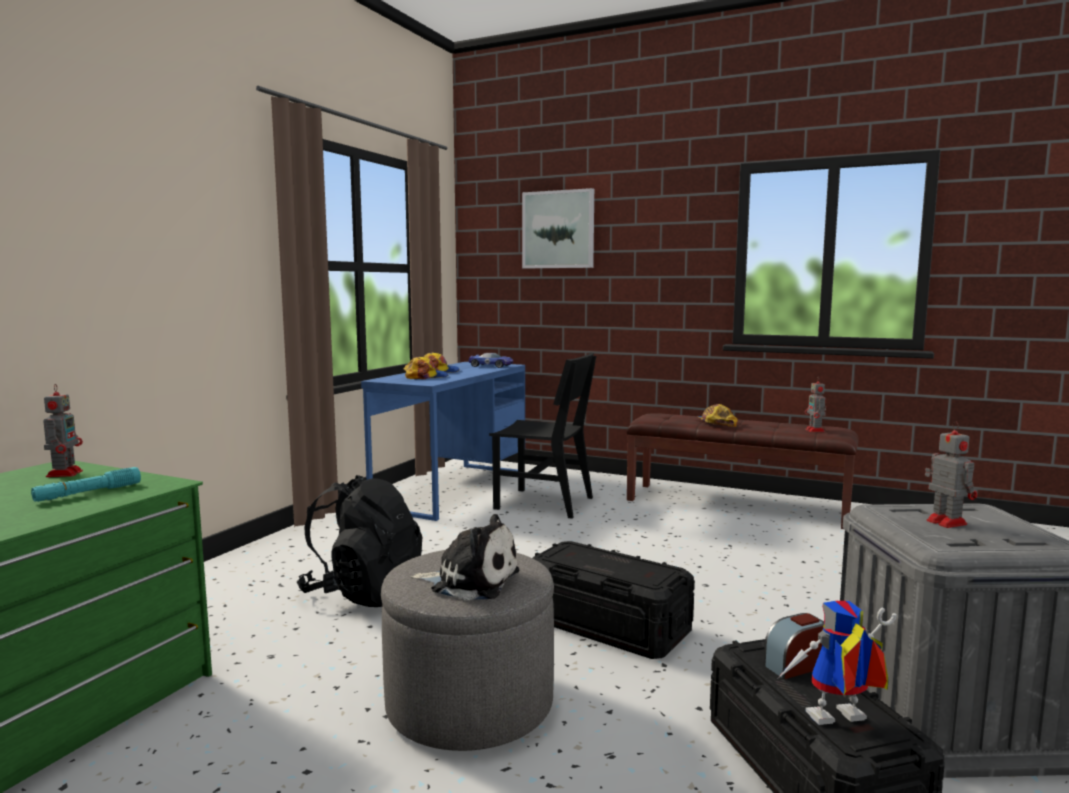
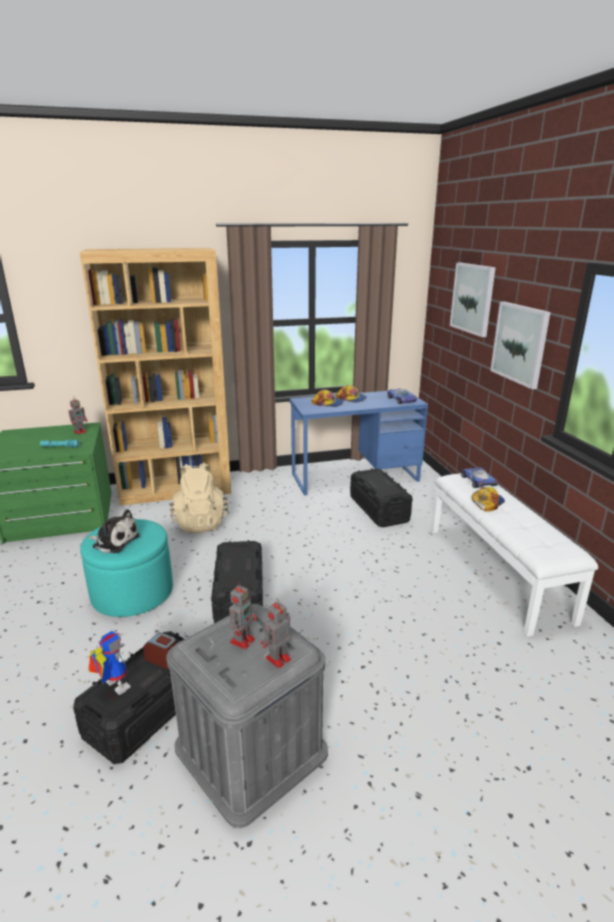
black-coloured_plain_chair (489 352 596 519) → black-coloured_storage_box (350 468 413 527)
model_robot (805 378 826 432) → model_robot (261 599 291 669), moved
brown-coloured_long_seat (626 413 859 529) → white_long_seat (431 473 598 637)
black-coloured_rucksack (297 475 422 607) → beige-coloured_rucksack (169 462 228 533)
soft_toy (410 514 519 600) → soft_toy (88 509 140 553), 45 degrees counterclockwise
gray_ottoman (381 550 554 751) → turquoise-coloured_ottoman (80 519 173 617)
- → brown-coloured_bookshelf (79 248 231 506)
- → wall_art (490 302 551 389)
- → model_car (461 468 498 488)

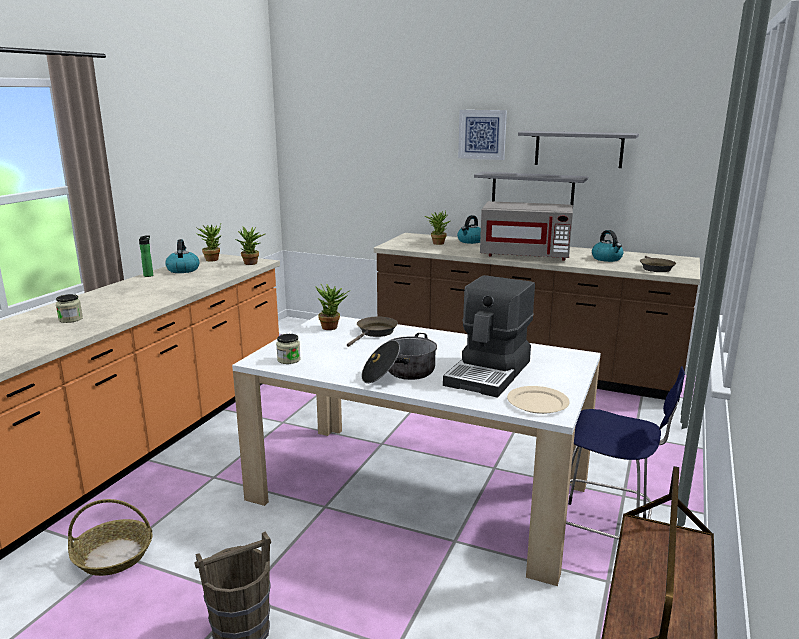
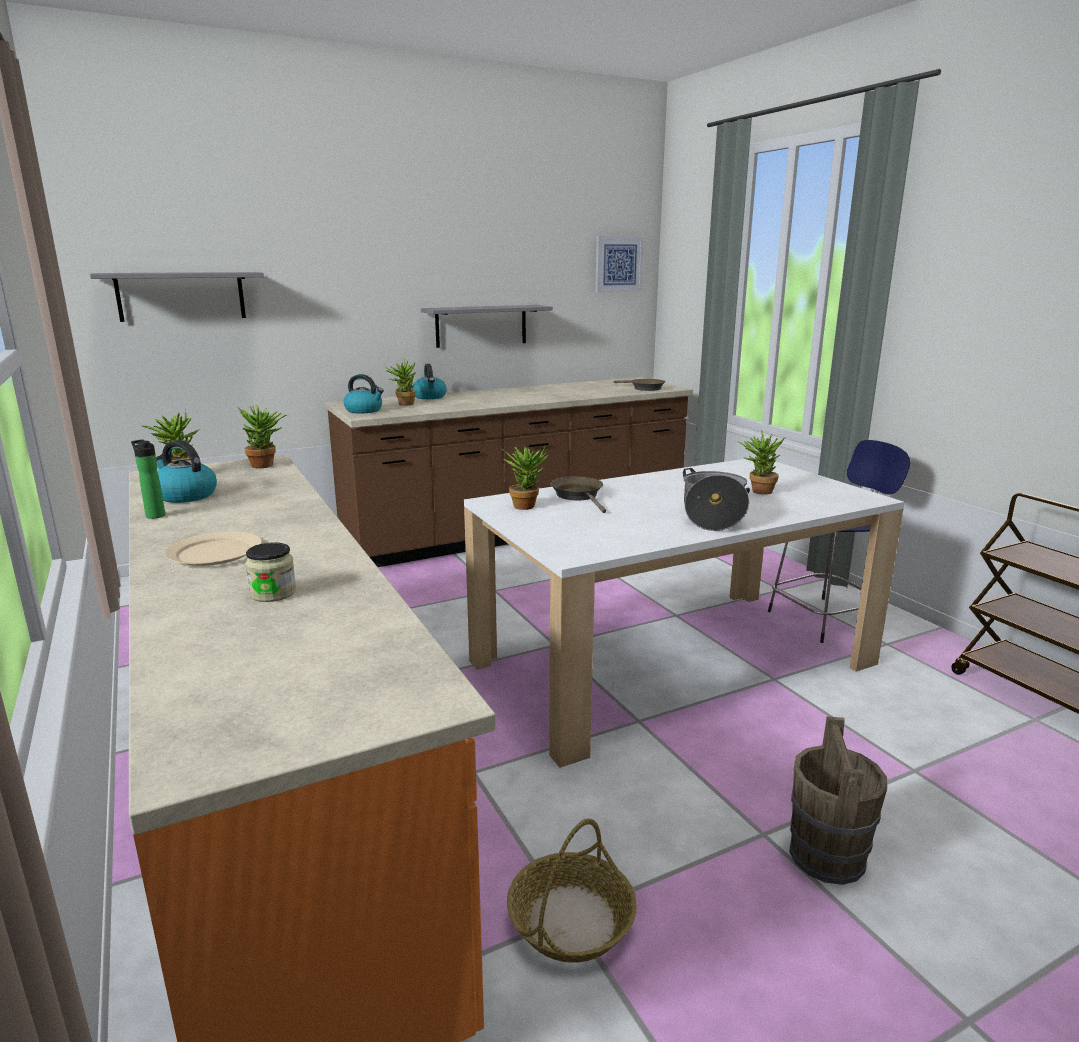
wall_art (458 110 507 160) → wall_art (595 236 644 293), moved
gray_bracket_shelf (518 131 639 168) → gray_bracket_shelf (90 272 264 322), moved
gray_microwave (480 201 573 261) → -
tea_kettle (592 230 624 262) → tea_kettle (344 374 384 413), moved
coffee_brewer (443 275 535 398) → potted_plant (738 431 785 495)
preserve_jar (276 334 301 364) → -
beige-coloured_flat_dish (507 386 570 414) → beige-coloured_flat_dish (165 531 262 566), moved

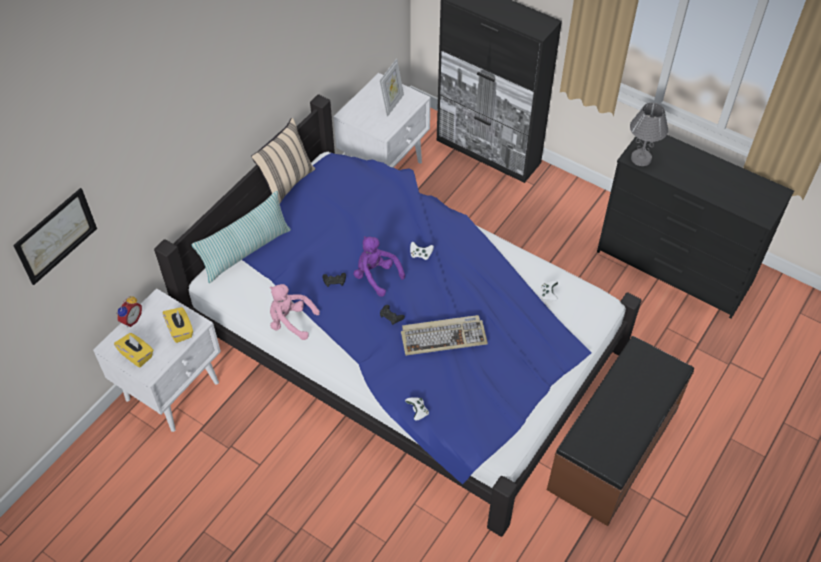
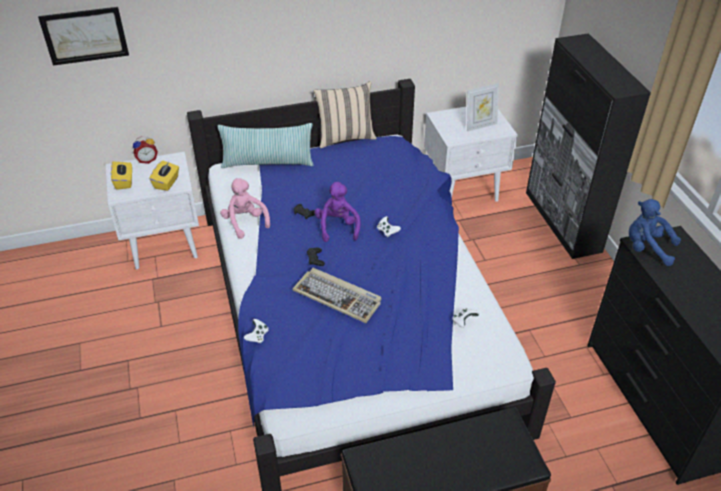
gray_table_lamp (630 103 668 166) → blue-coloured_soft_toy (629 199 681 266)

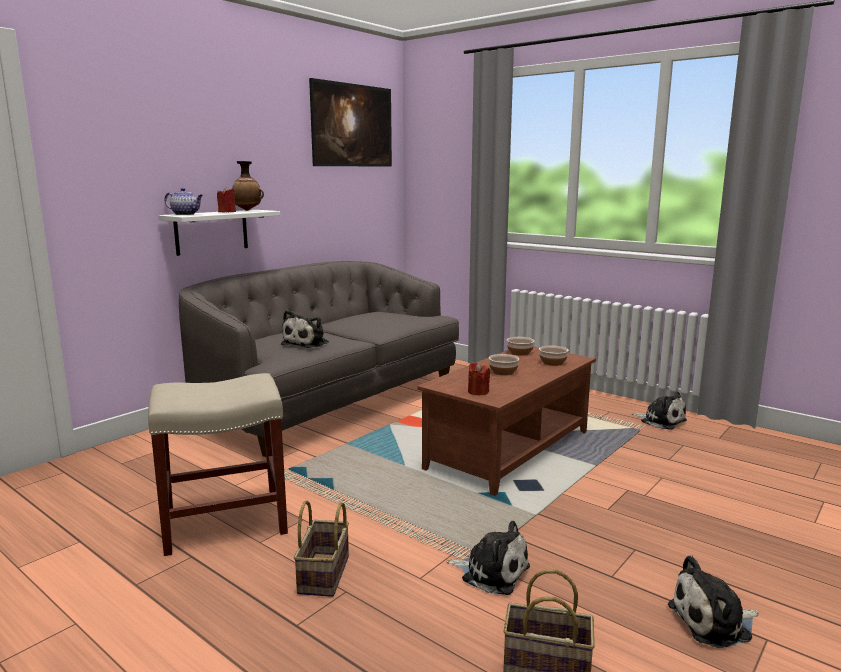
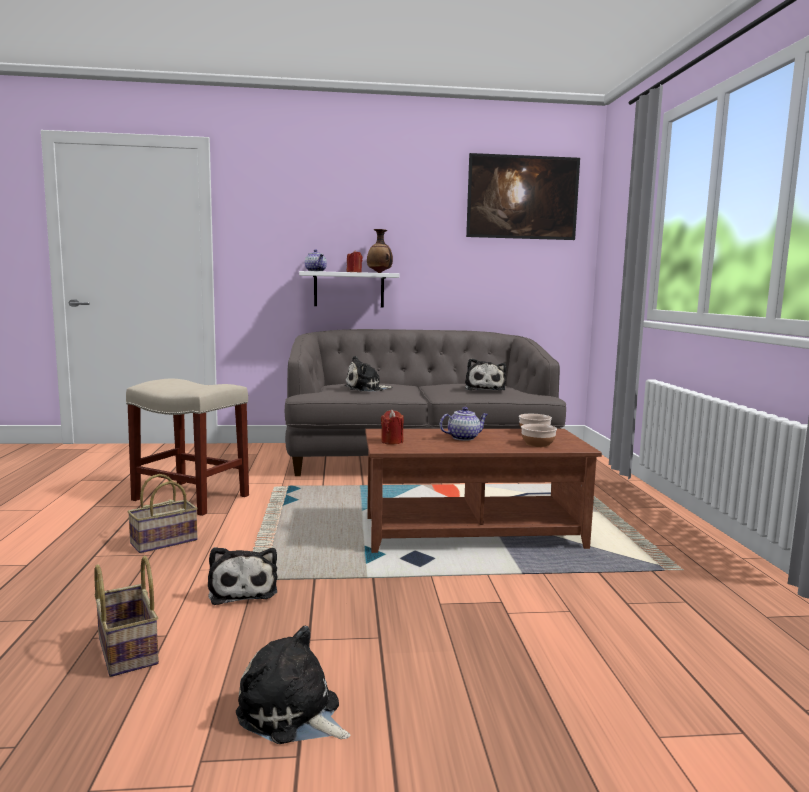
bowl (489 354 519 375) → teapot (440 407 488 441)
soft_toy (632 392 687 430) → soft_toy (465 358 506 390), moved

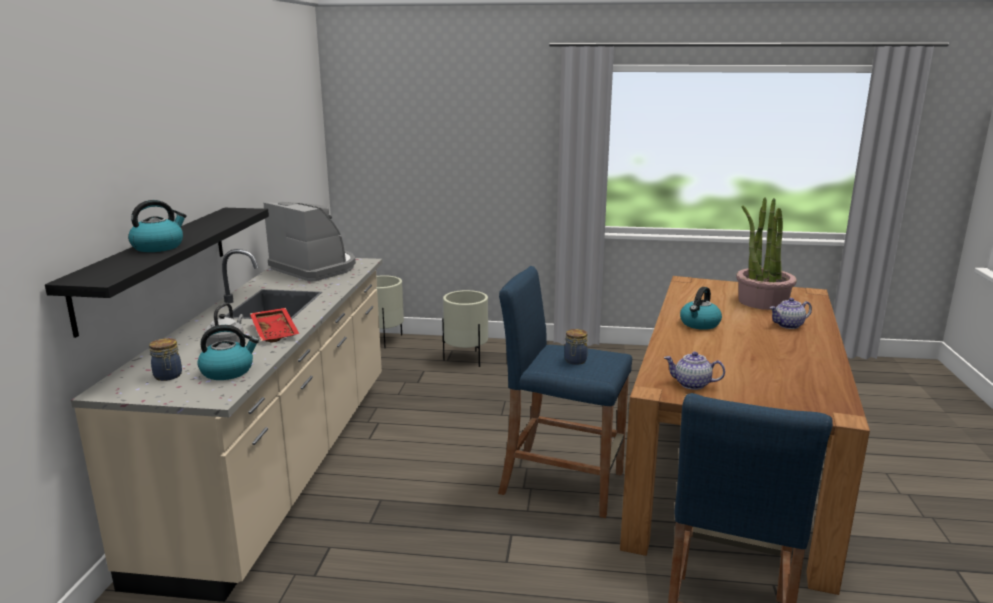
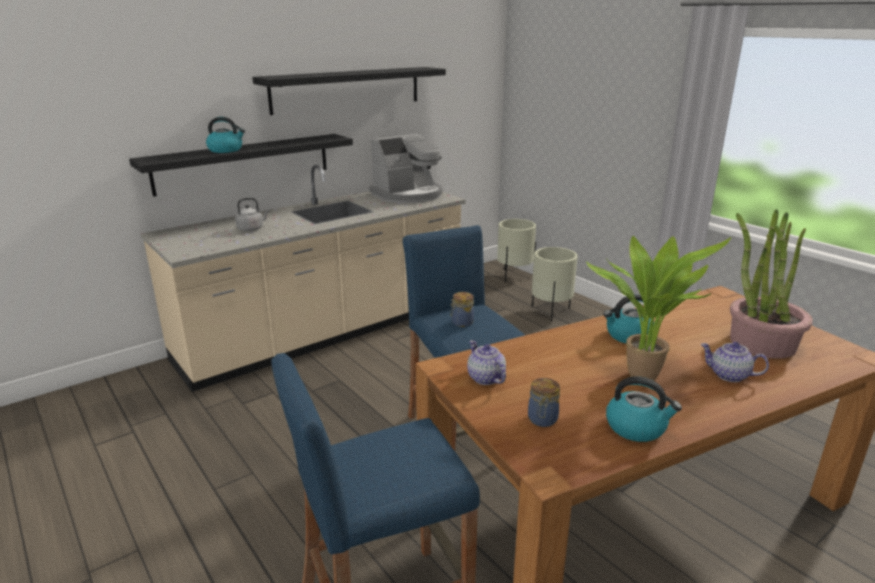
coffee_brewer (264 202 356 281) → coffee_brewer (369 134 443 203), 60 degrees clockwise
red-coloured_carrying_tray (250 308 299 343) → -
tea_kettle (197 325 259 380) → tea_kettle (606 376 682 442), moved
preserve_jar (149 338 182 381) → preserve_jar (528 378 560 427), moved
- → black-coloured_bracket_shelf (252 67 446 115)
- → potted_plant (586 236 731 381)

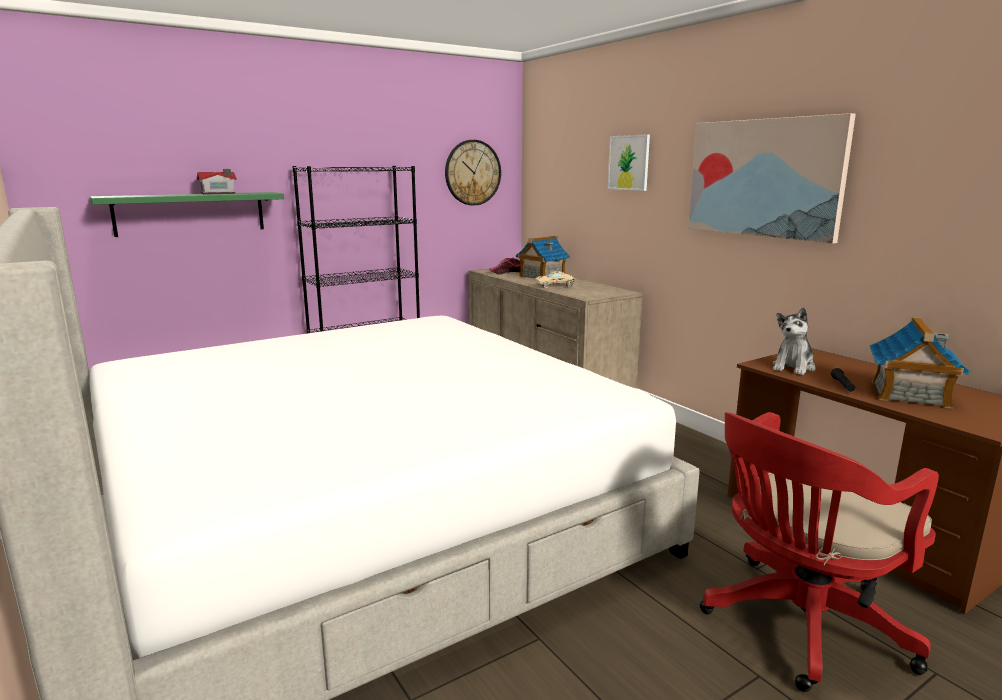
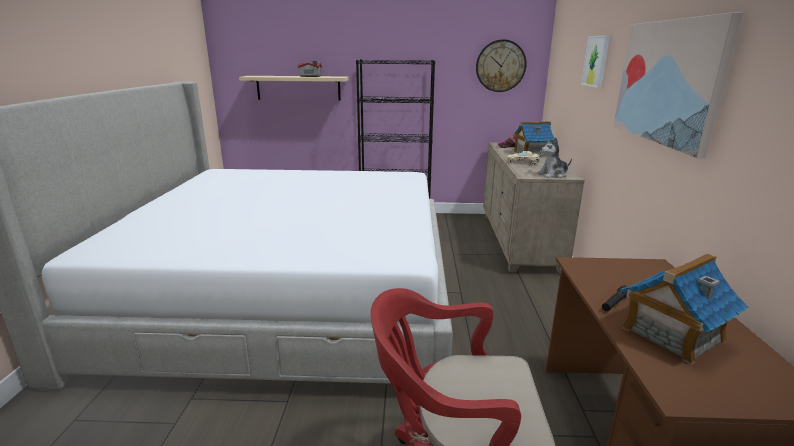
green_bracket_shelf (90 192 284 237) → beige-coloured_bracket_shelf (239 76 349 101)
soft_toy (773 307 816 375) → soft_toy (537 137 572 178), moved

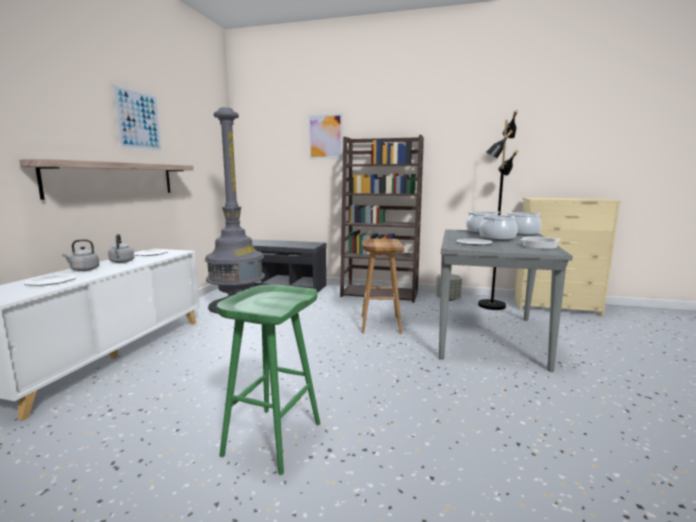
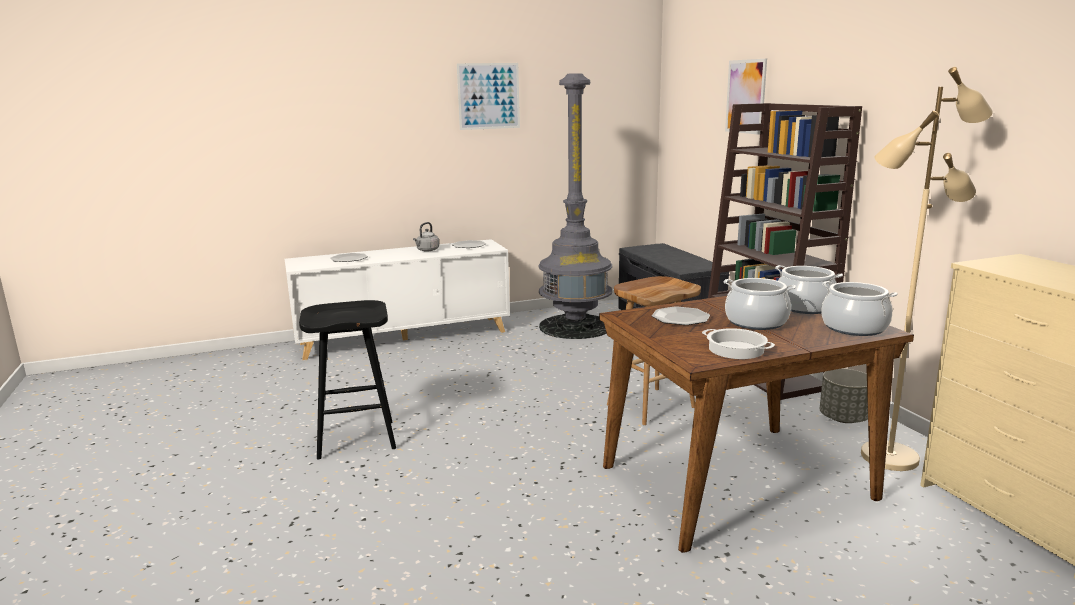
black-coloured_standing_lamp (478 110 518 310) → beige-coloured_standing_lamp (861 67 993 471)
bracket_shelf (19 159 194 200) → -
gray_dining_table (439 229 572 372) → brown-coloured_dining_table (599 296 914 553)
gray_tea_kettle (62 239 99 271) → -
green_stool (217 284 320 475) → black-coloured_stool (299 300 396 459)

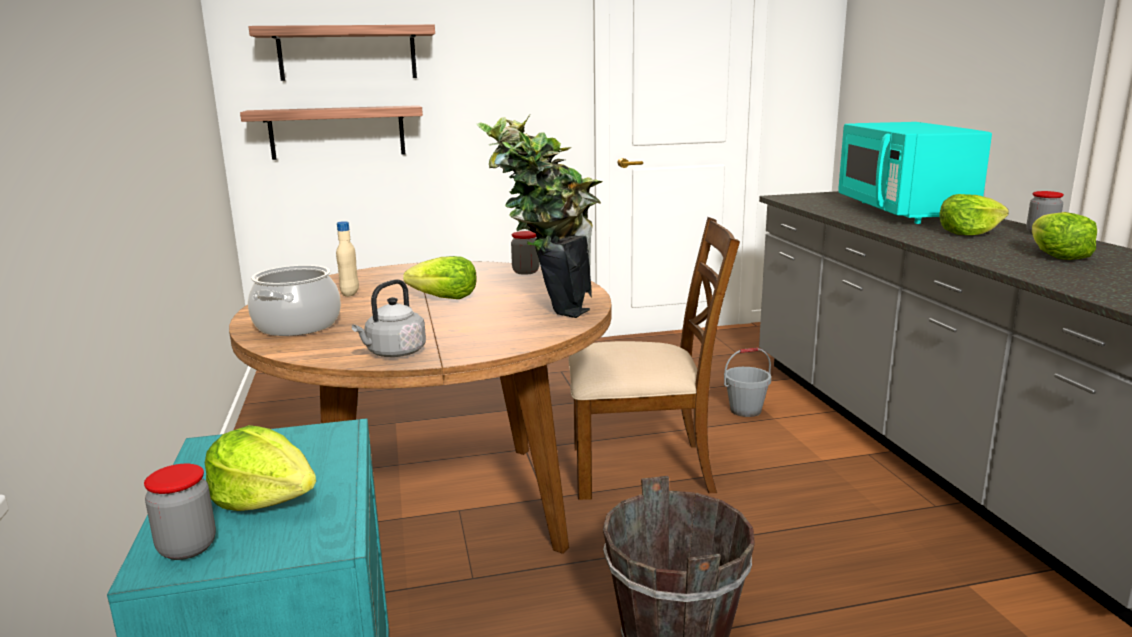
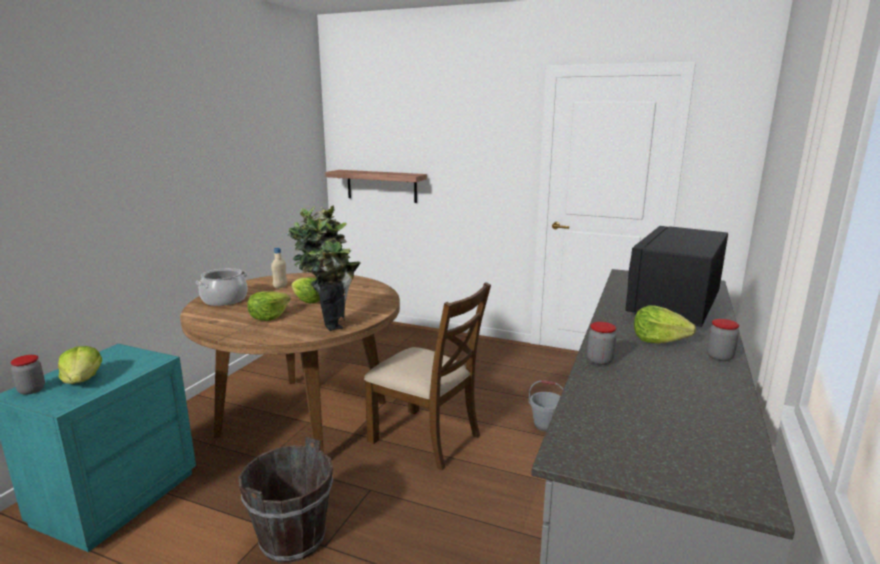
bracket_shelf (248 25 435 81) → -
turquoise-coloured_microwave (838 122 992 224) → black-coloured_microwave (625 226 728 327)
lettuce (1032 212 1097 260) → lettuce (247 291 290 321), moved
preserve_jar (511 231 539 275) → preserve_jar (587 322 616 365), moved
gray_tea_kettle (352 279 426 357) → -

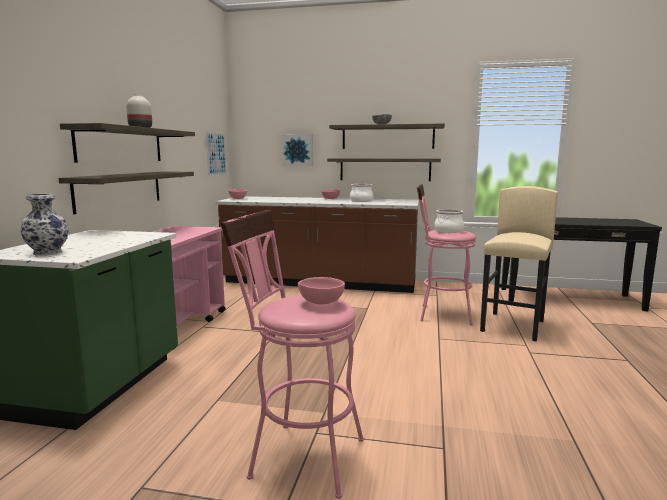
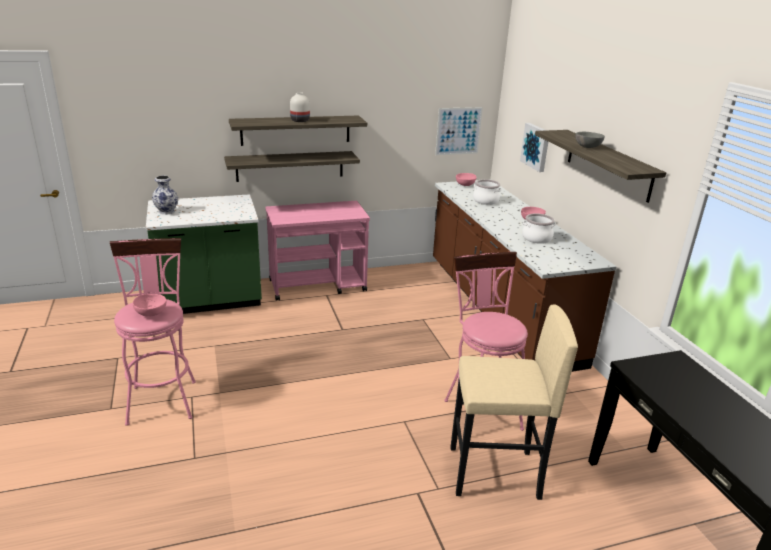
bracket_shelf (327 158 441 181) → -
saucepot (434 209 464 233) → saucepot (473 179 501 205), moved

